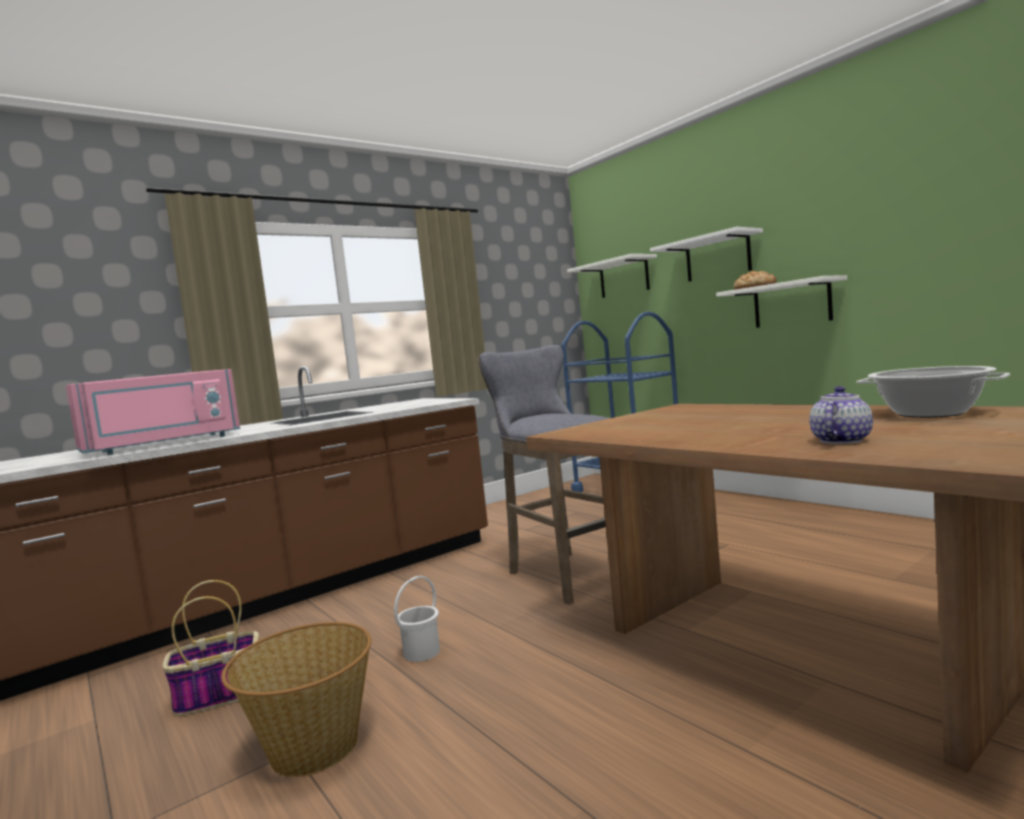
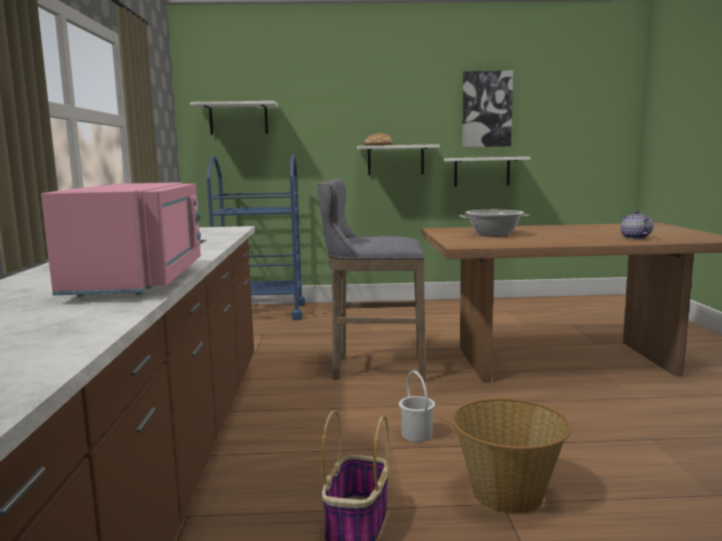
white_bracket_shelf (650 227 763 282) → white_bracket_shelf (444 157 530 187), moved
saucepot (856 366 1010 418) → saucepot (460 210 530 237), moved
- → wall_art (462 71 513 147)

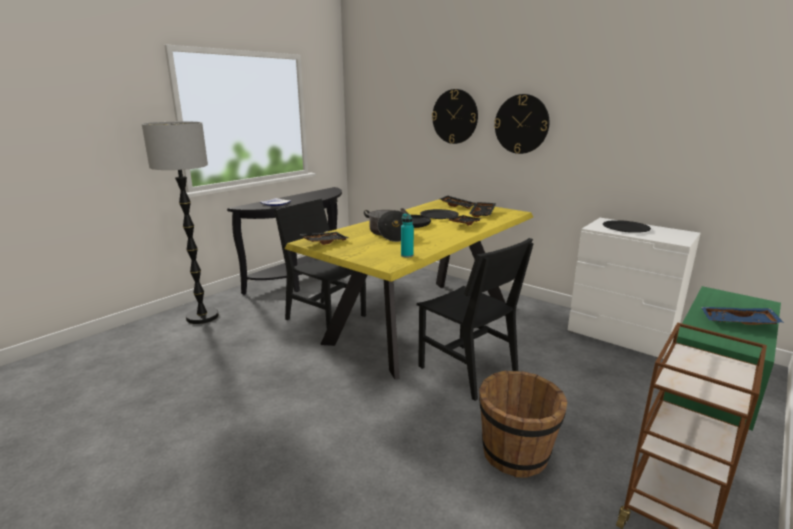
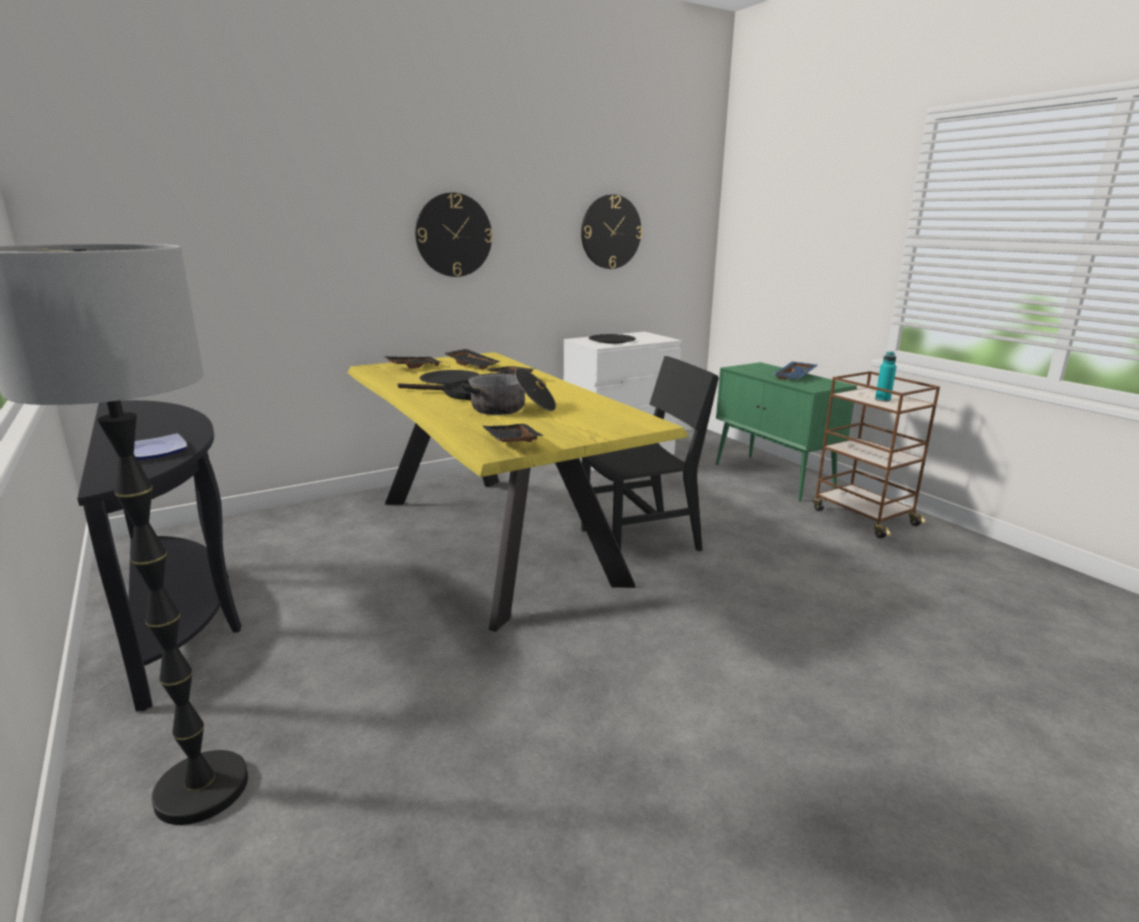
hanging_clock (432 89 478 144) → hanging_clock (581 194 642 269), moved
black-coloured_plain_chair (274 199 366 328) → -
turquoise-coloured_beverage_bottle (401 214 414 258) → turquoise-coloured_beverage_bottle (875 351 897 402), moved
brown-coloured_water_bucket (479 370 568 477) → -

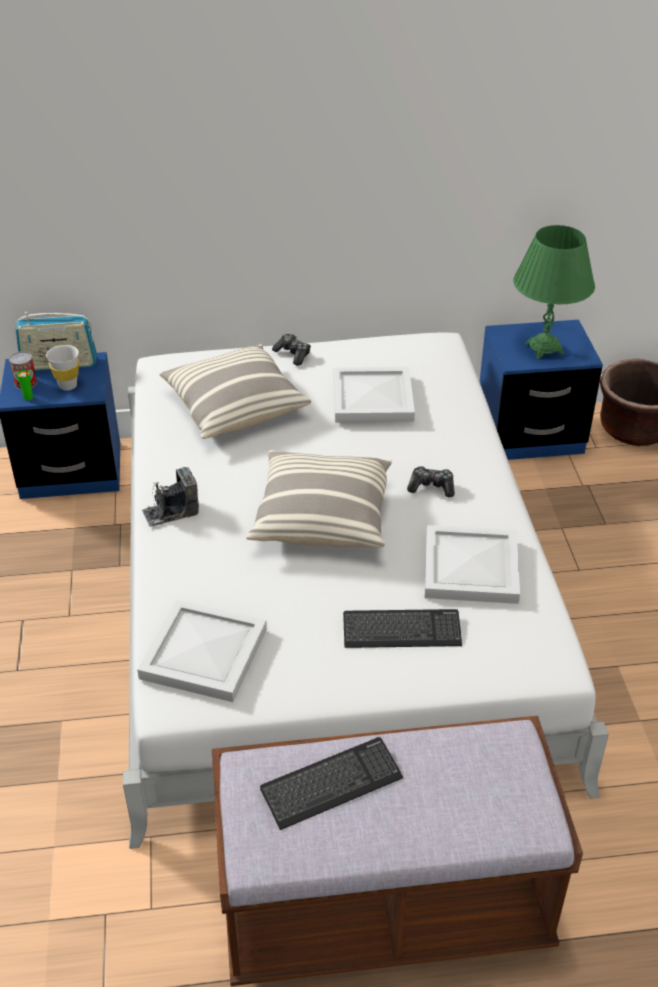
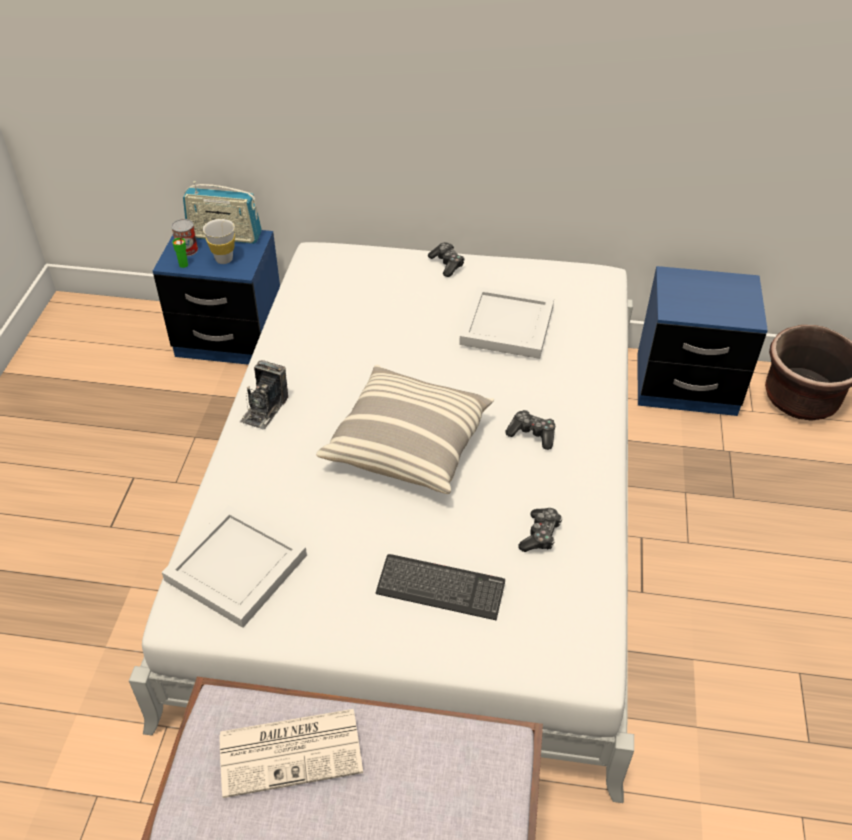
green_table_lamp (513 225 595 359) → -
pillow (159 344 311 439) → -
photo_camera (142 467 199 527) → photo_camera (240 360 288 429), 60 degrees counterclockwise
white_carrying_tray (425 525 520 604) → joypad (518 508 562 552)
computer_keyboard (260 737 403 830) → daily_paper (220 709 363 798)

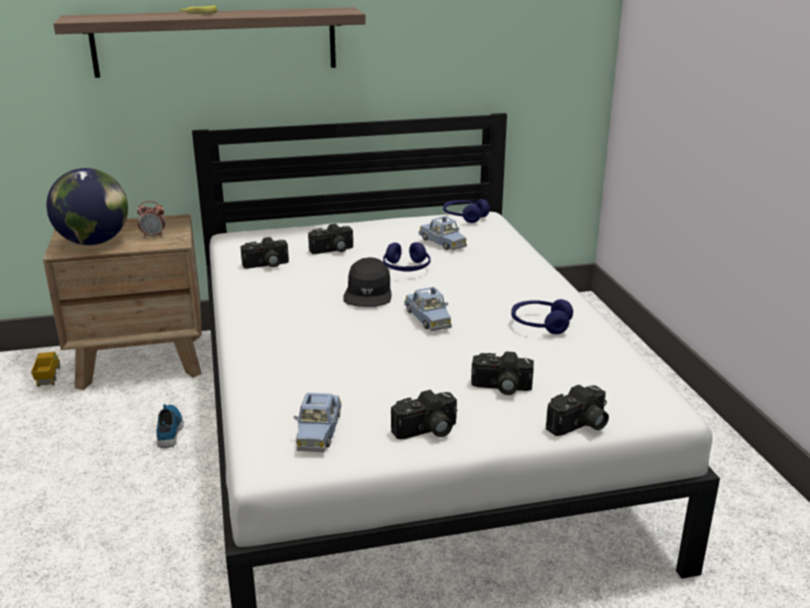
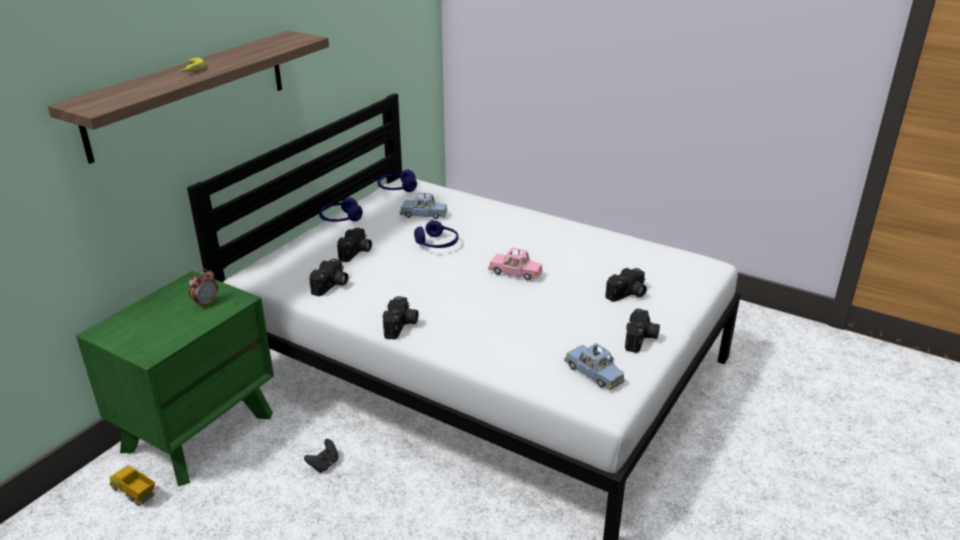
world_globe (46 168 128 245) → -
brown-coloured_nightstand (43 214 202 390) → green_nightstand (76 271 274 486)
black-coloured_baseball_cap (343 257 391 307) → -
blue-coloured_model_car (404 287 452 331) → pinkish_model_car (488 248 543 280)
blue-coloured_pair_of_headphones (511 299 573 334) → blue-coloured_pair_of_headphones (319 197 363 222), moved
photo_camera (546 385 609 436) → photo_camera (382 296 418 339), moved
item_of_footwear (156 404 184 448) → black-coloured_joypad (304 439 339 473)

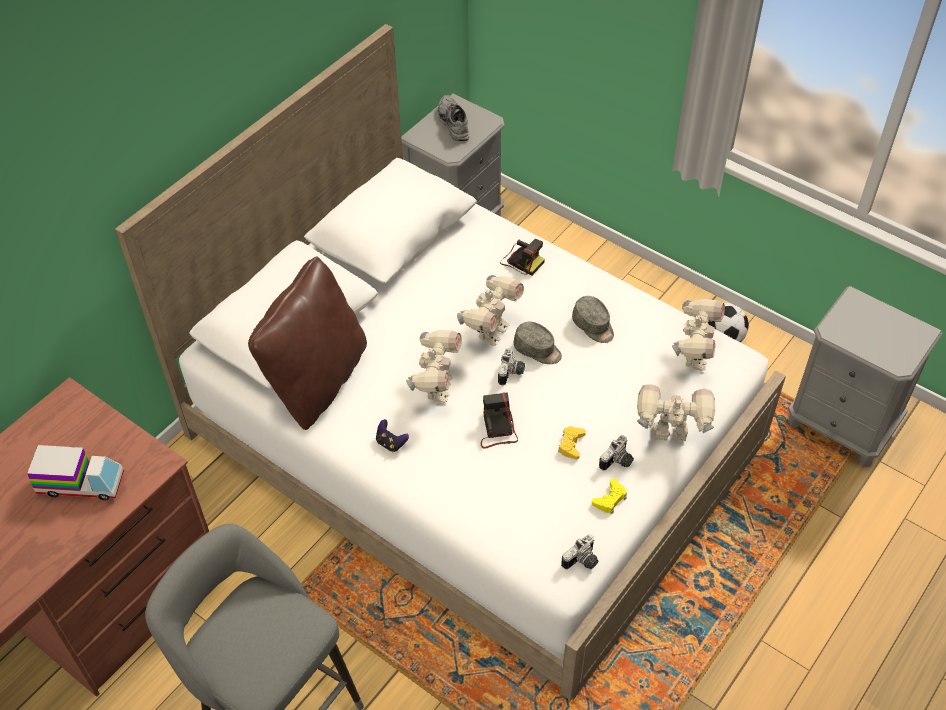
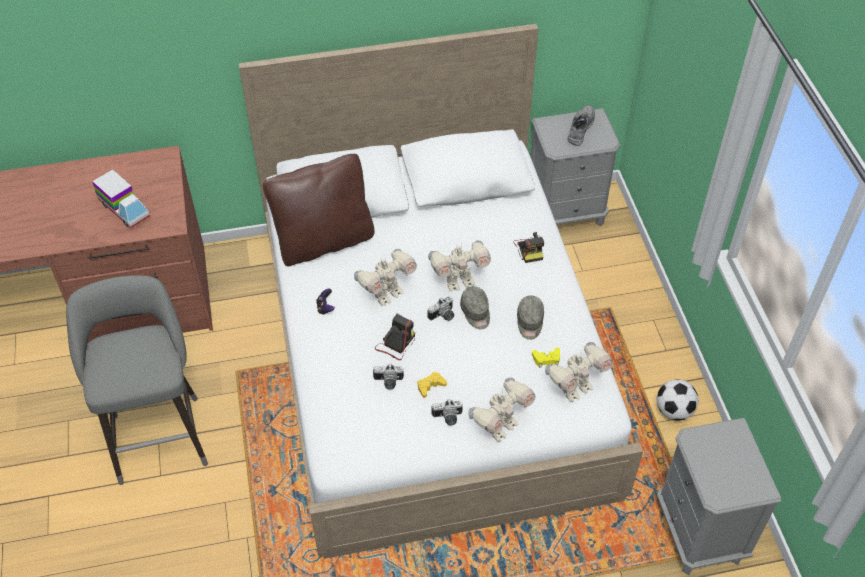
model_robot (637 384 715 441) → model_robot (468 377 536 442), 90 degrees clockwise
yellow-coloured_joypad (592 479 627 514) → yellow-coloured_joypad (532 347 560 368), moved
photo_camera (561 534 599 569) → photo_camera (373 364 404 389), moved

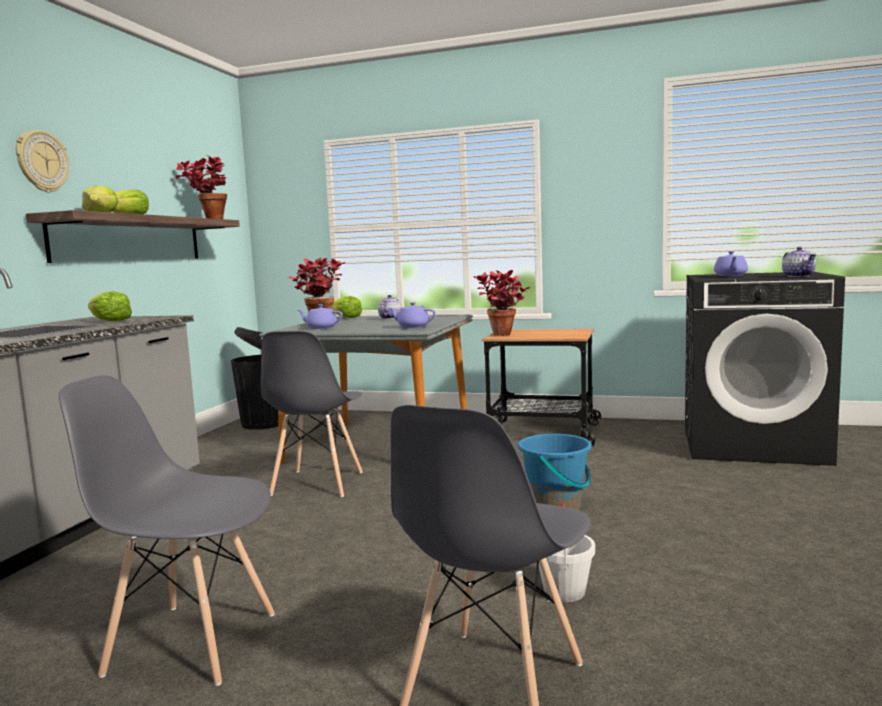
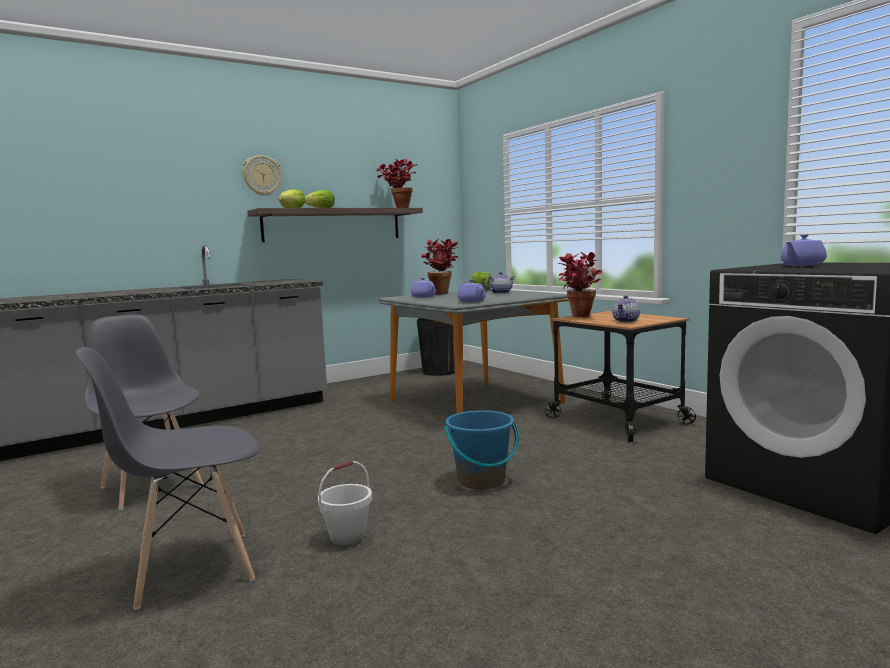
teapot (782 247 817 277) → teapot (612 295 640 322), moved
lettuce (88 291 132 321) → -
gray_plain_chair (261 331 362 497) → -

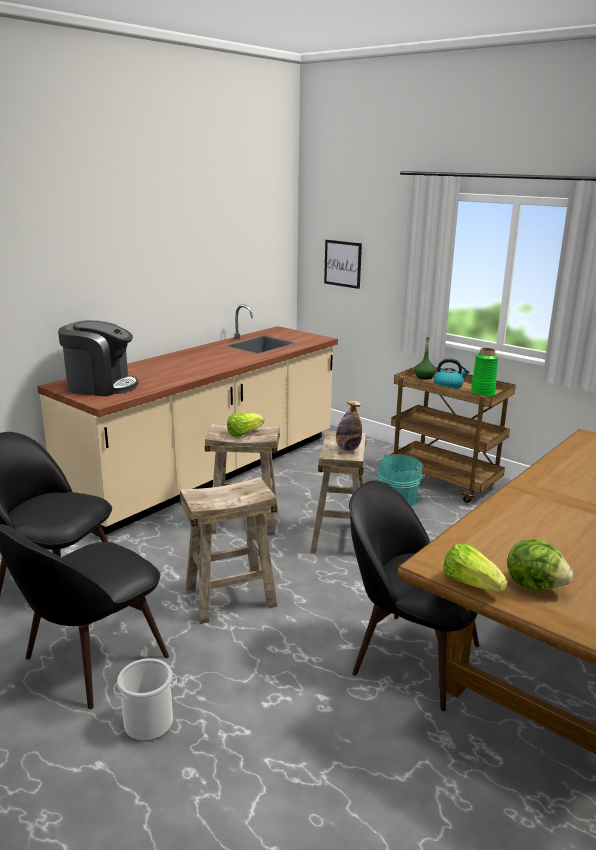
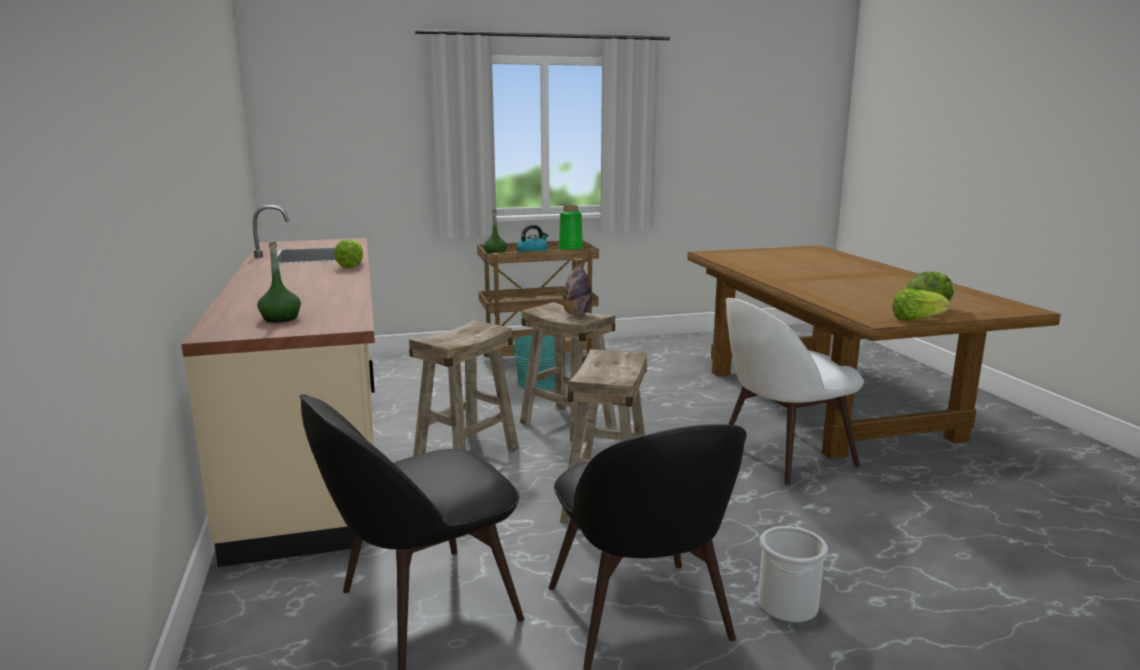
wall_art (324 240 362 289) → -
coffee_brewer (58 320 138 396) → green_beverage_bottle (257 242 301 322)
lettuce (227 413 264 437) → lettuce (334 239 363 268), moved
black-coloured_plain_chair (349 480 479 711) → white_plain_chair (725 298 864 485)

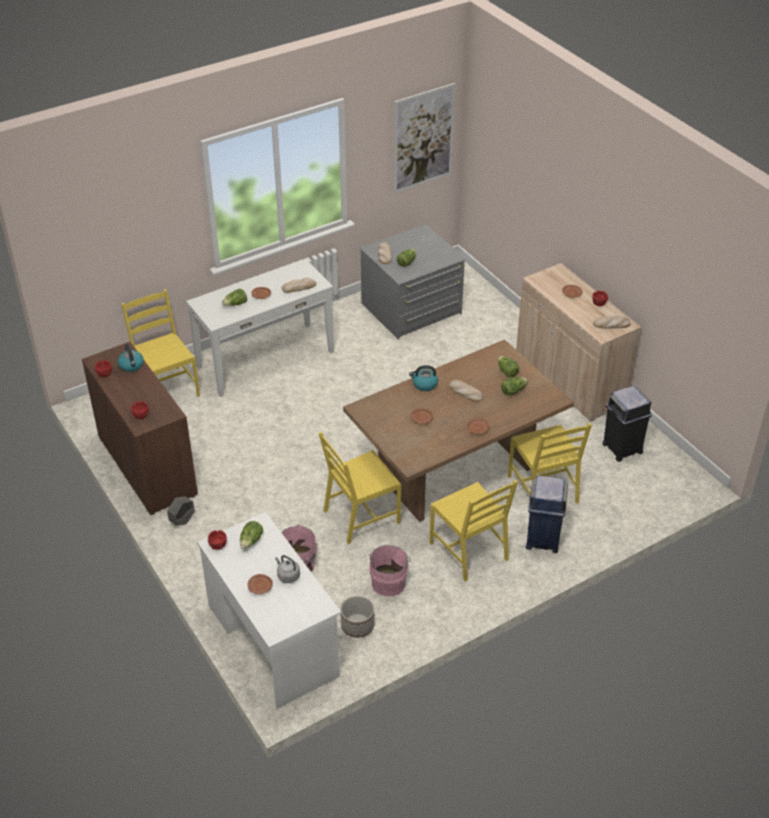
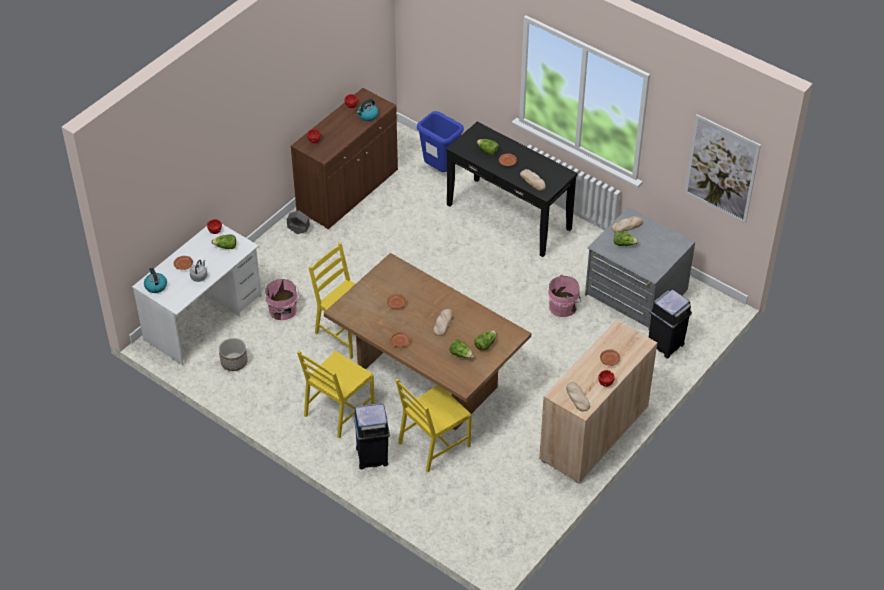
white_console_table (186 259 334 397) → black-coloured_console_table (446 122 577 257)
yellow-coloured_plain_chair (121 289 200 397) → blue-coloured_waste_bin (417 111 464 172)
tea_kettle (409 365 438 391) → tea_kettle (144 267 167 293), moved
black-coloured_waste_bin (602 386 652 462) → black-coloured_waste_bin (649 290 692 359), moved
pinkish_water_bucket (369 545 411 596) → pinkish_water_bucket (548 275 581 317), moved

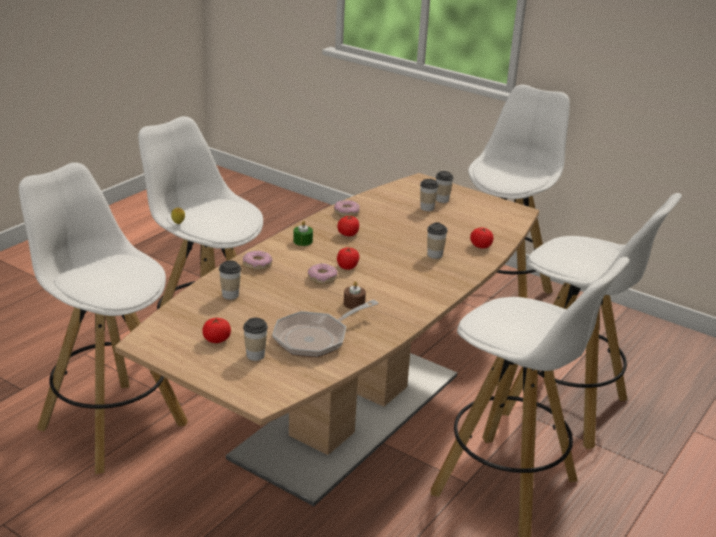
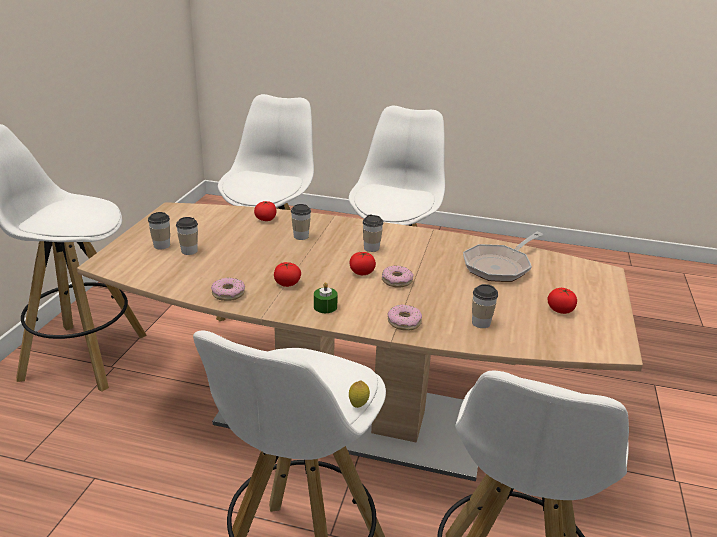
brown-coloured_candle (344 281 366 309) → -
skillet (272 300 379 357) → skillet (463 232 544 282), 105 degrees clockwise
drinking_cup (243 318 268 361) → drinking_cup (363 214 383 252), moved

